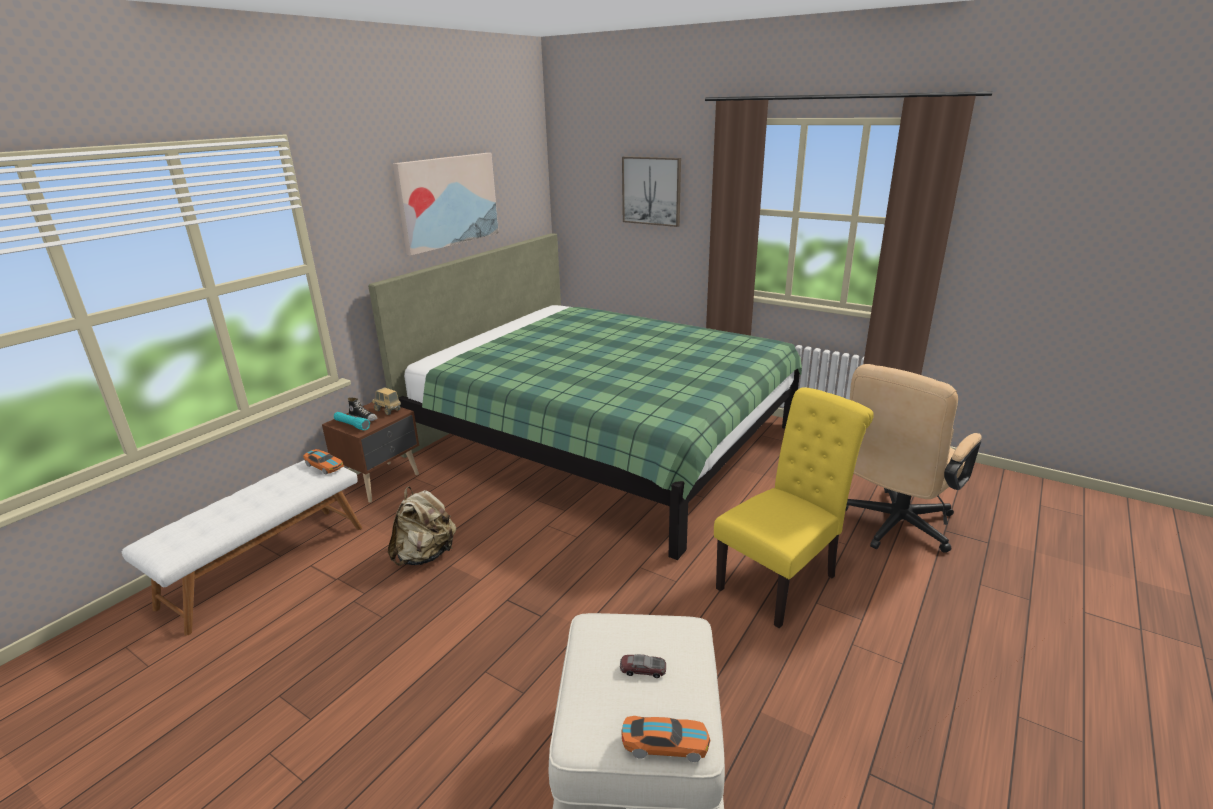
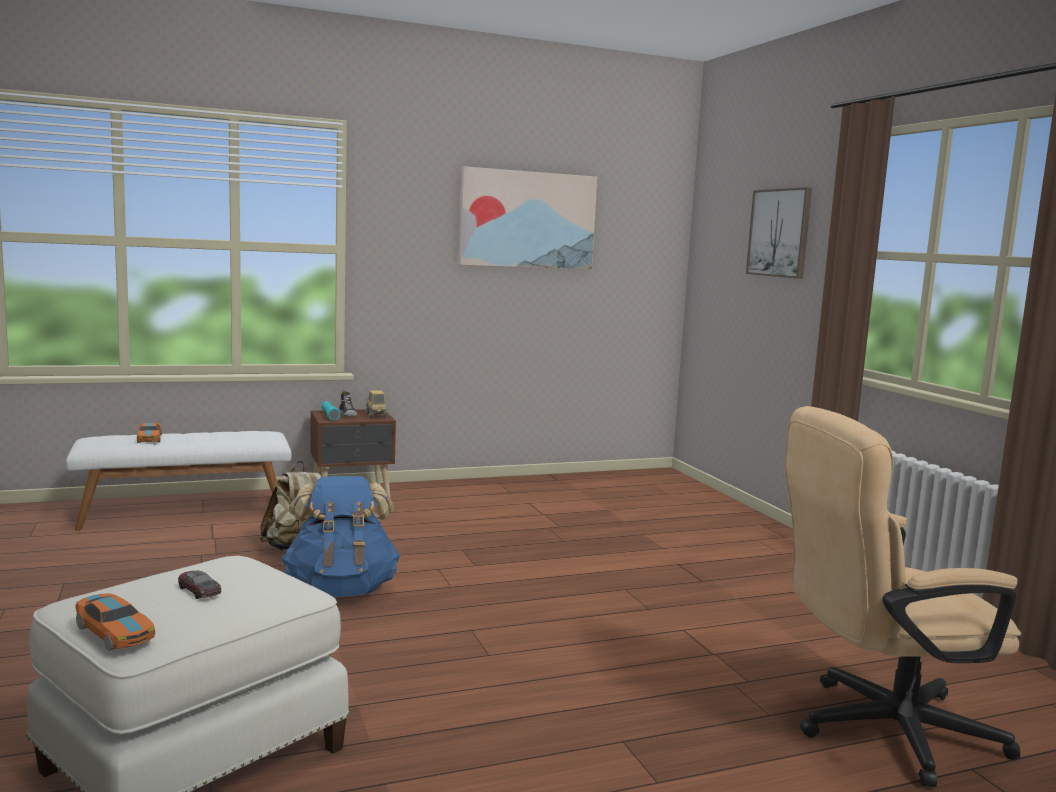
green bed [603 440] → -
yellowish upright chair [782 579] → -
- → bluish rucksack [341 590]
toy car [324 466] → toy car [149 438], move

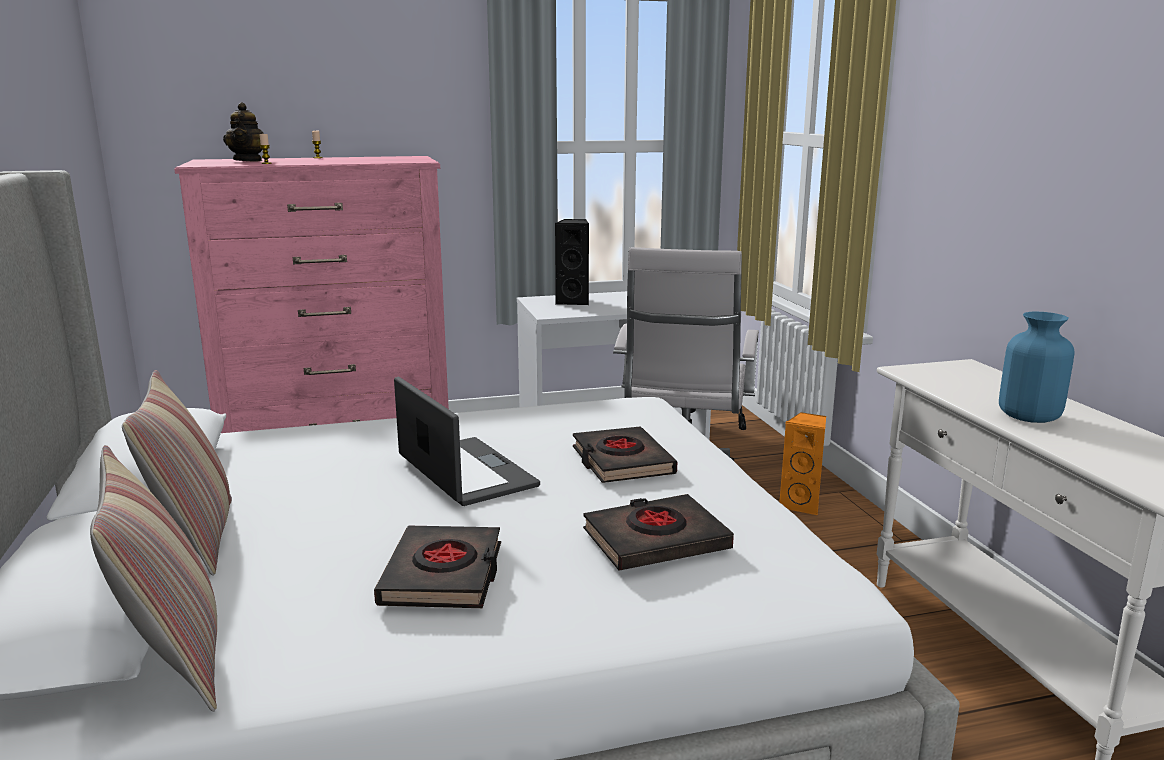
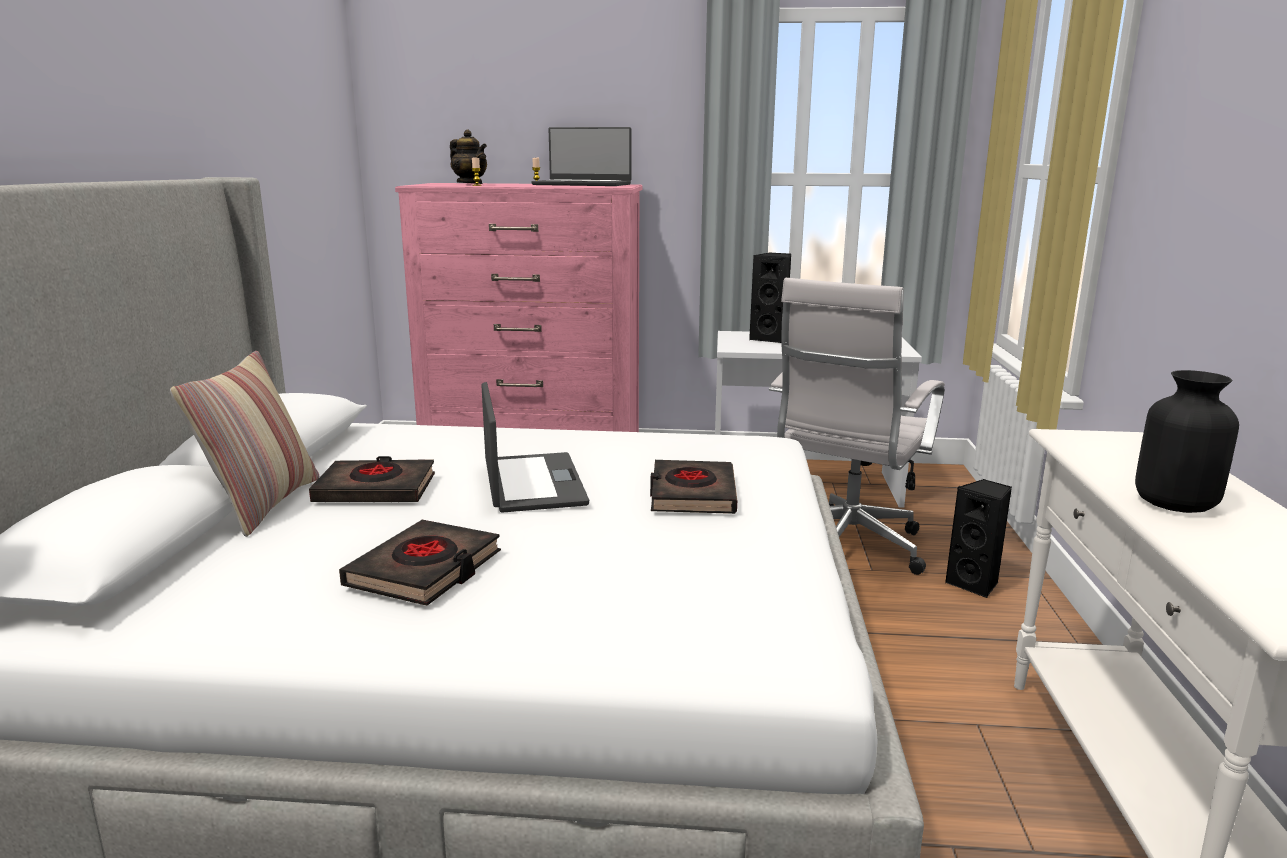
cushion [173 657] → -
- → laptop [582 184]
black book [655 541] → black book [376 489], move
orange speaker [802 505] → black speaker [975 584]
bluish vase [1029 416] → black vase [1174 503]
tea pot [248 160] → tea pot [470 184], 60 degrees counterclockwise

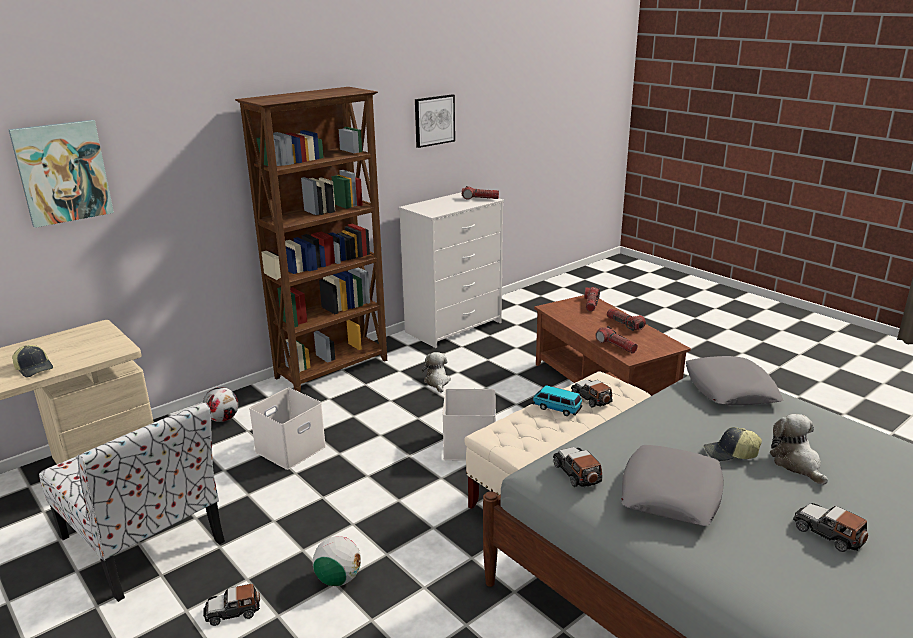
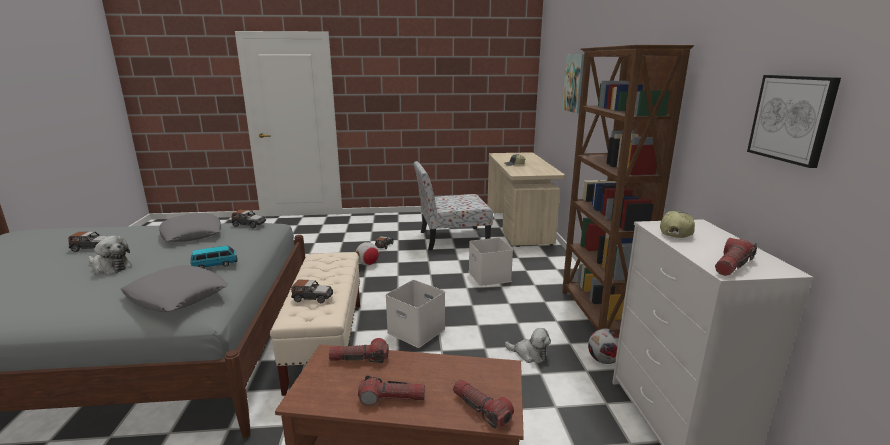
ball for football [223 419] → ball for football [604 360], move
toy car [556 408] → toy car [215 265], move
cap [730 454] → cap [675 232], move

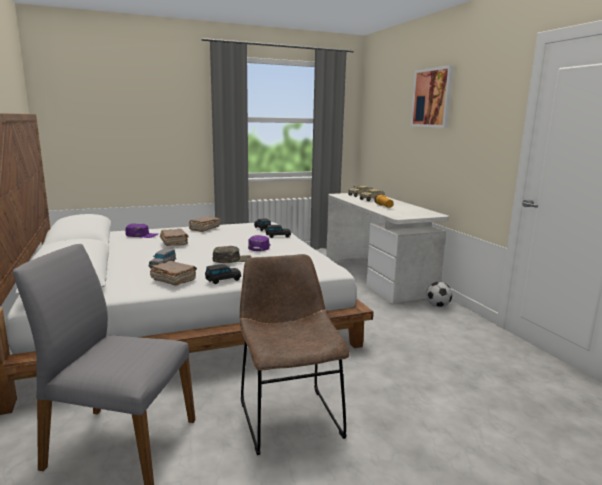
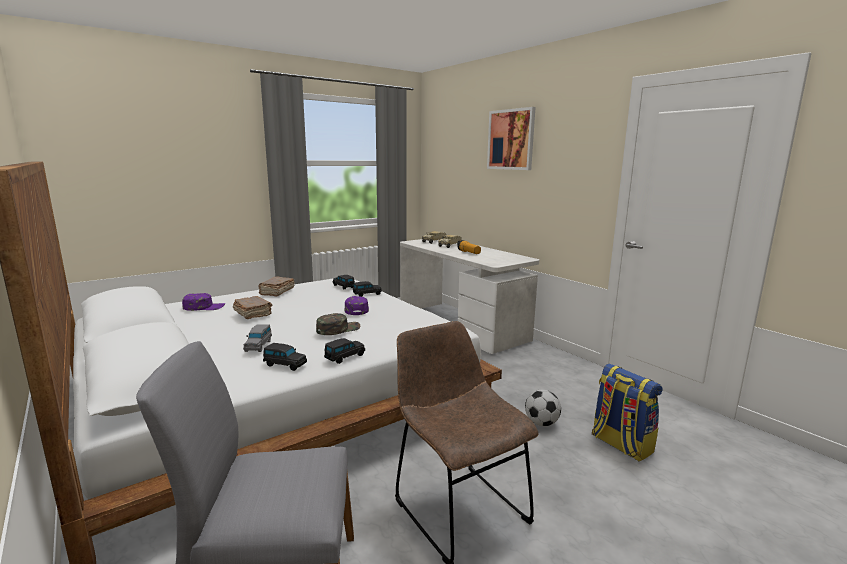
- → rucksack [620 444]
ball for football [438 306] → ball for football [542 423], move
brown-coloured book [173 280] → black toy car [284 364]

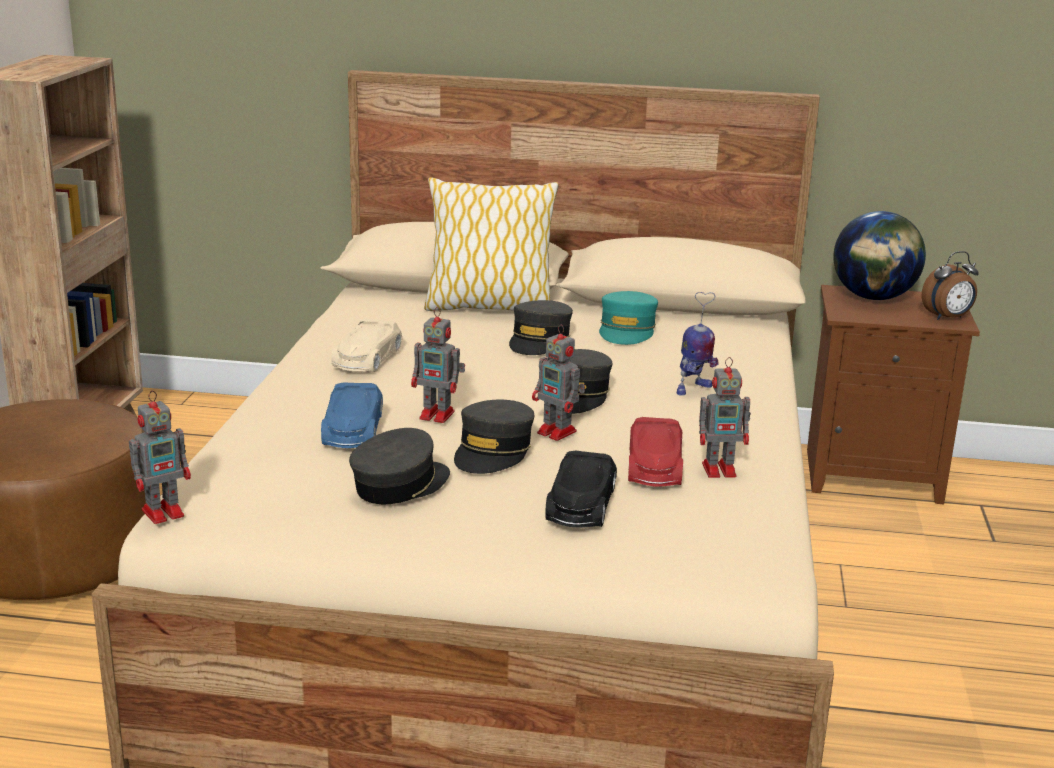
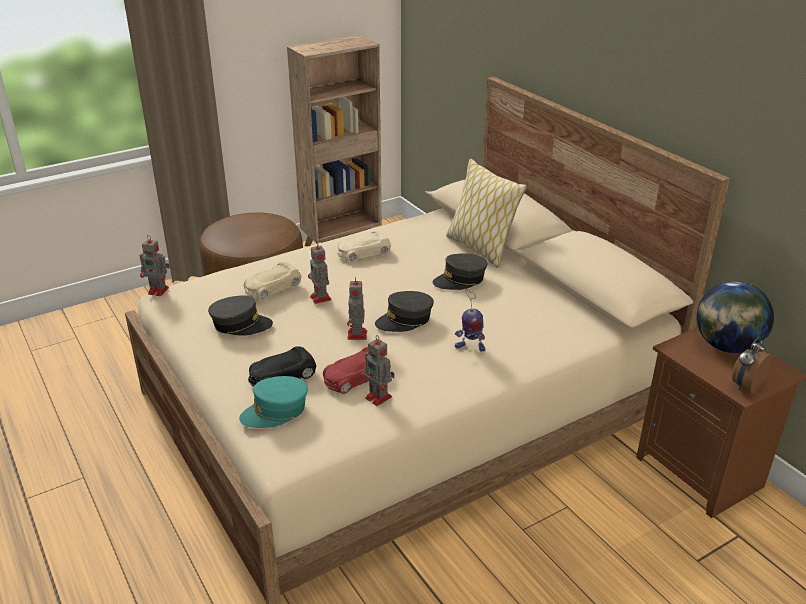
greyish cap [493 452] → -
blue-green cap [627 330] → blue-green cap [275 411], move
bluish toy car [352 430] → beige-coloured toy car [272 288]
bedside clock [947 318] → bedside clock [745 386], 105 degrees clockwise

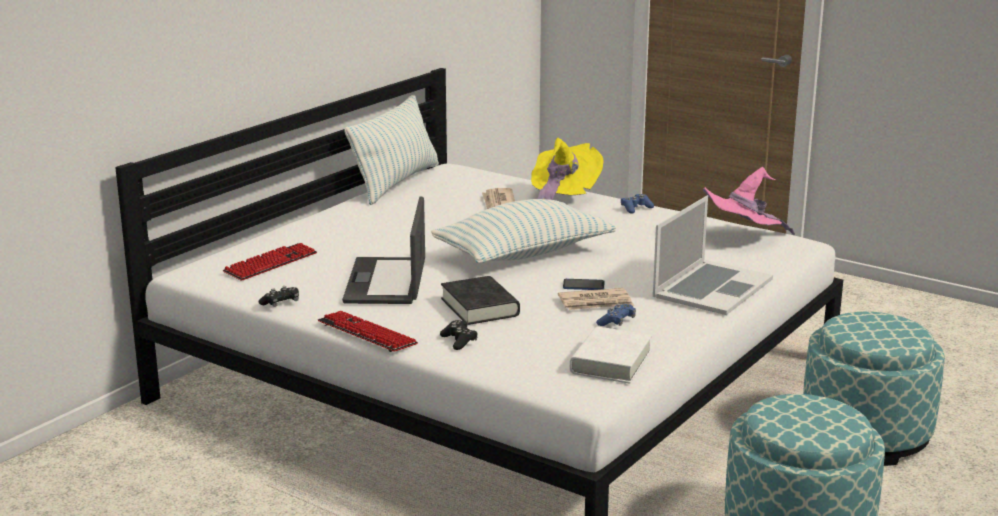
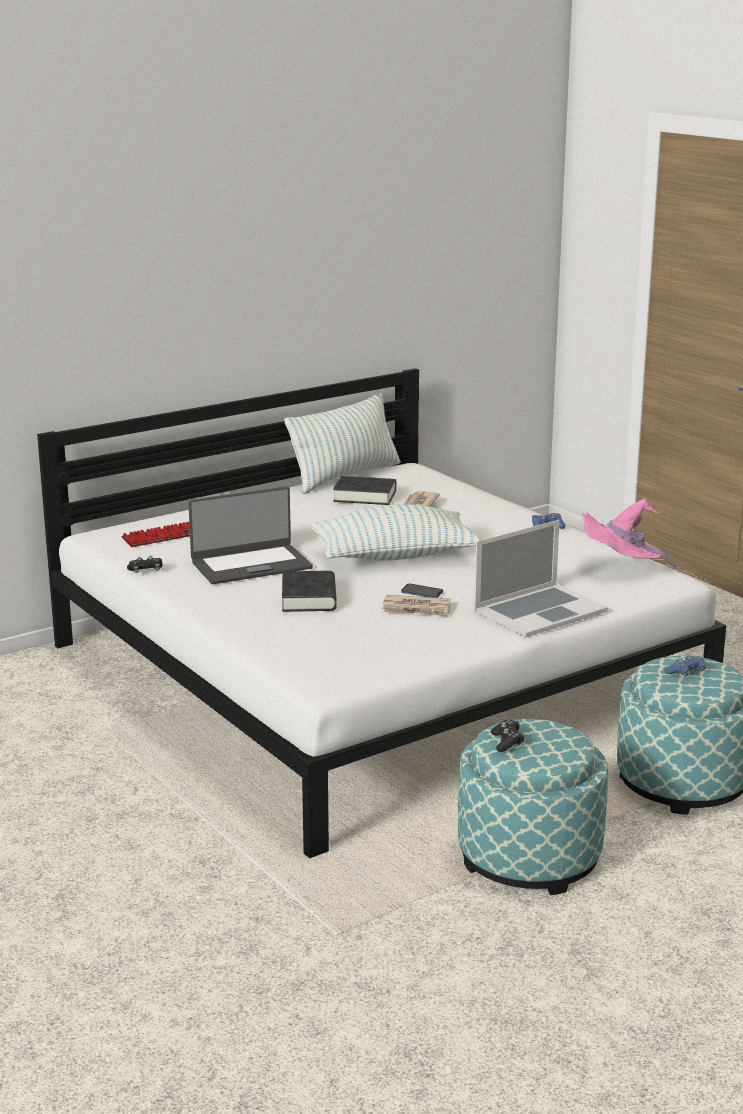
PC keyboard [367 334] → -
yellowish wearable hat [562 199] → -
whitish book [611 362] → -
- → black book [365 496]
black game controller [459 341] → black game controller [507 742], move
bluish game controller [616 322] → bluish game controller [686 672], move
laptop [387 282] → laptop [251 565], 135 degrees counterclockwise

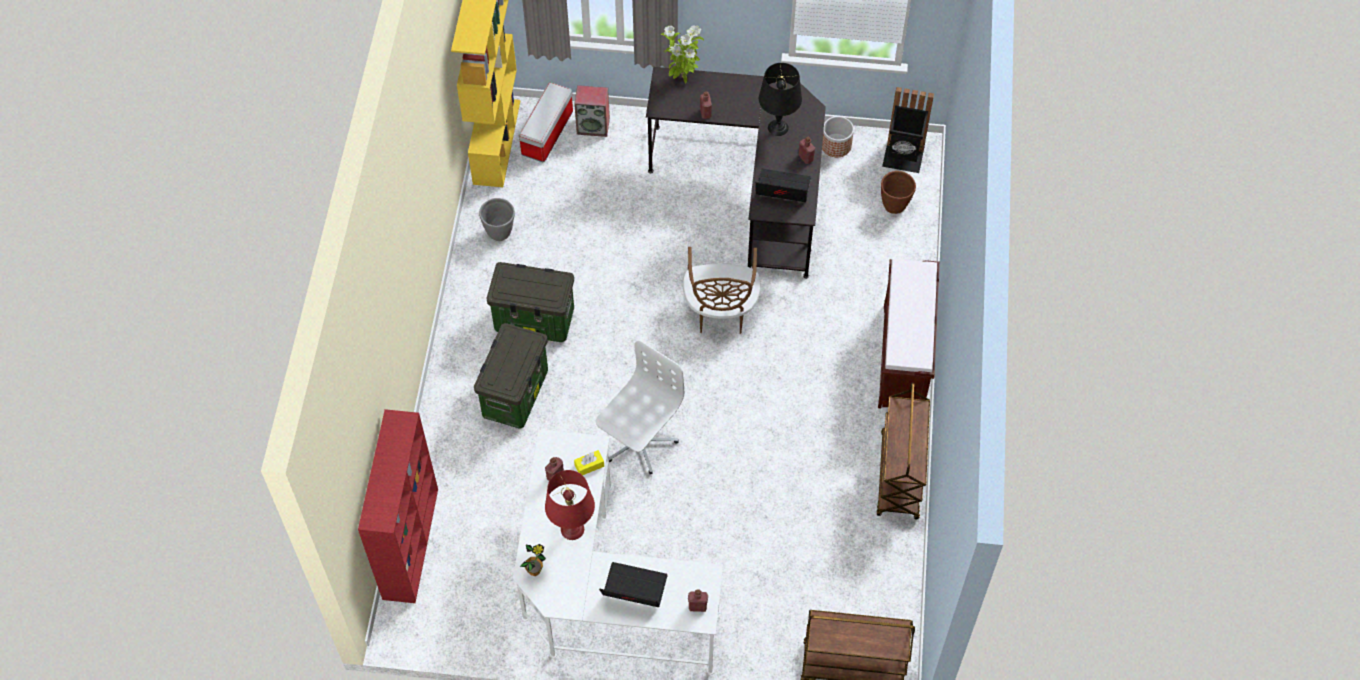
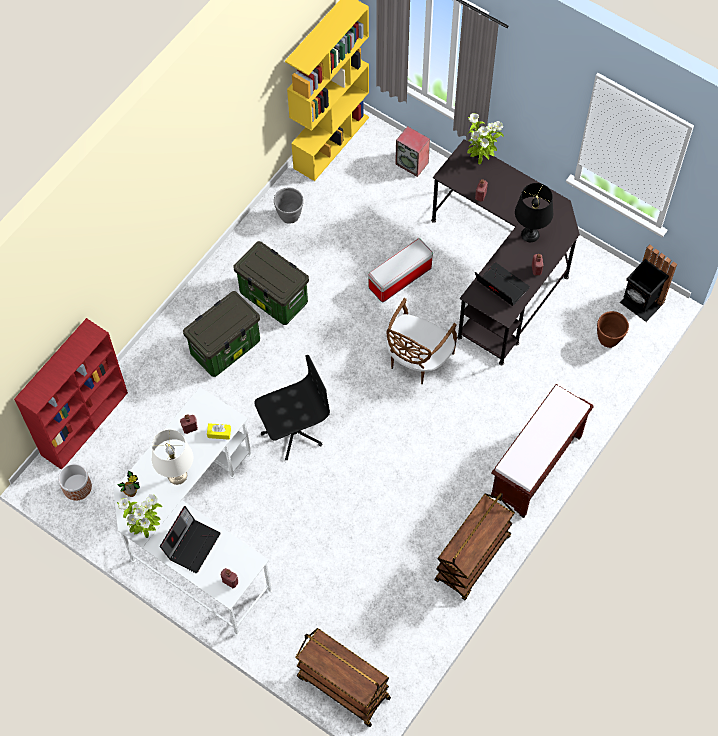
- → plant in a pot [146 530]
storage box [547 134] → storage box [399 279], move
plant pot [836 146] → plant pot [77 487], move
red-coloured table lamp [572 529] → whitish table lamp [177 475]
whitish desk chair [639 442] → black desk chair [293 430]
laptop [633 590] → laptop [192 544], 75 degrees clockwise

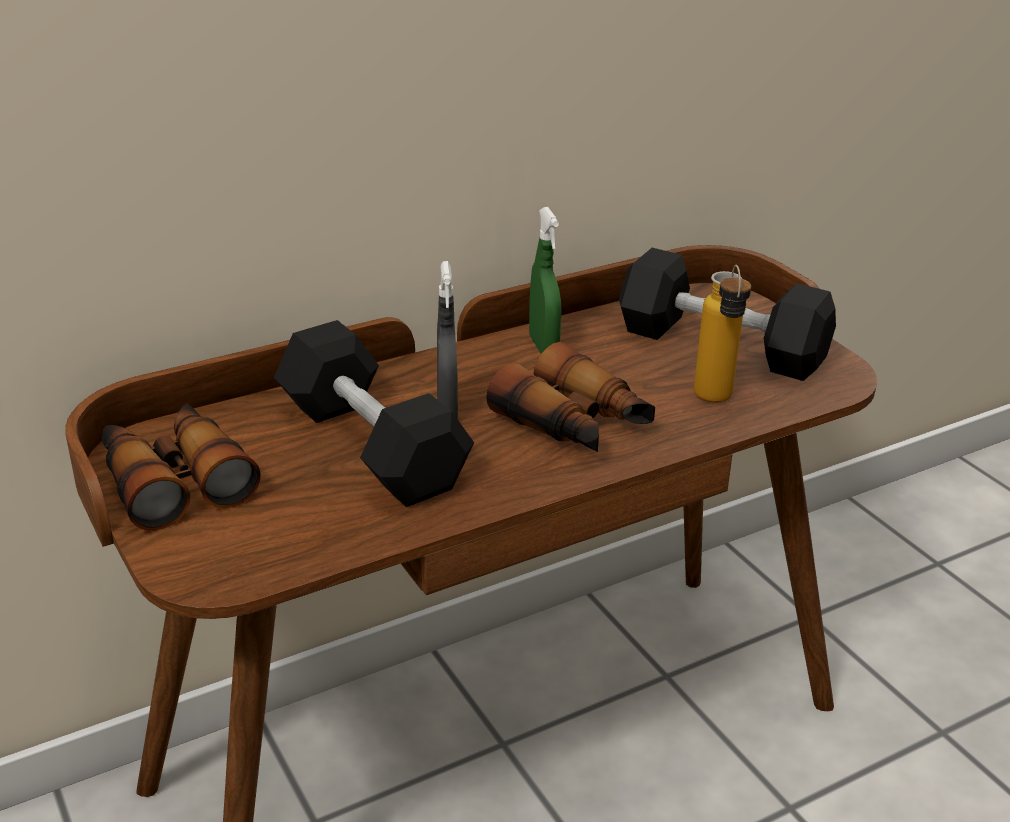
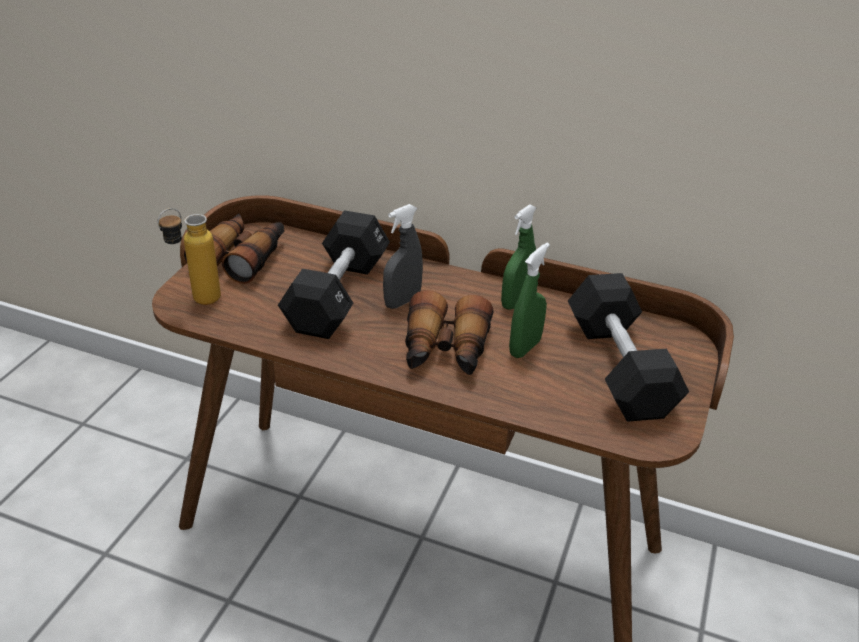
- → green spray bottle [525 348]
bottle [715 403] → bottle [196 302], move

